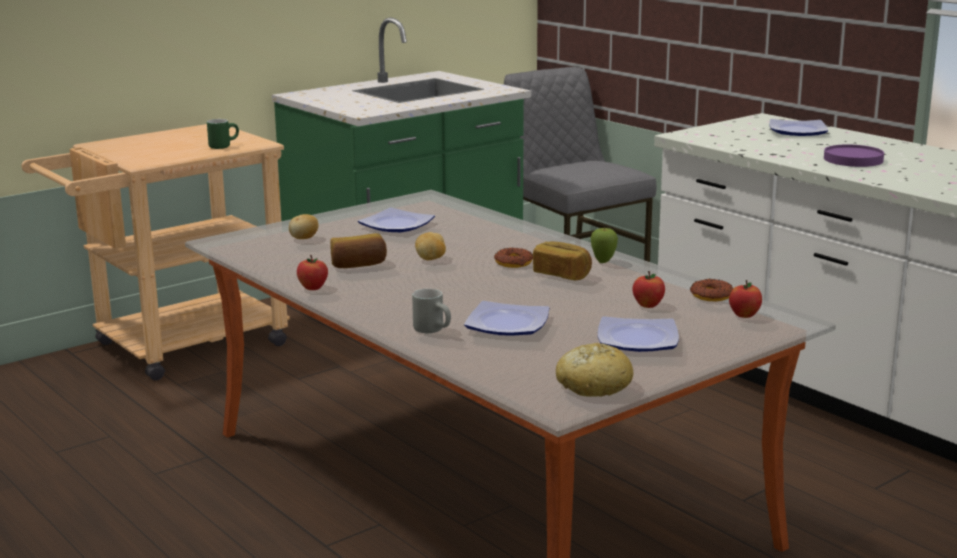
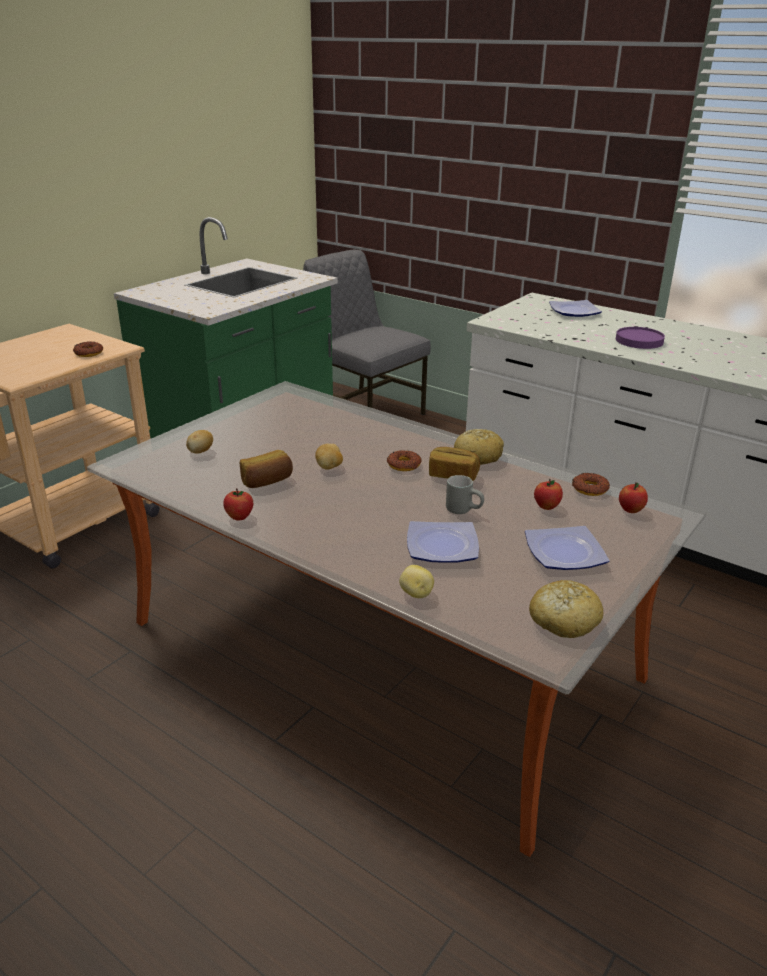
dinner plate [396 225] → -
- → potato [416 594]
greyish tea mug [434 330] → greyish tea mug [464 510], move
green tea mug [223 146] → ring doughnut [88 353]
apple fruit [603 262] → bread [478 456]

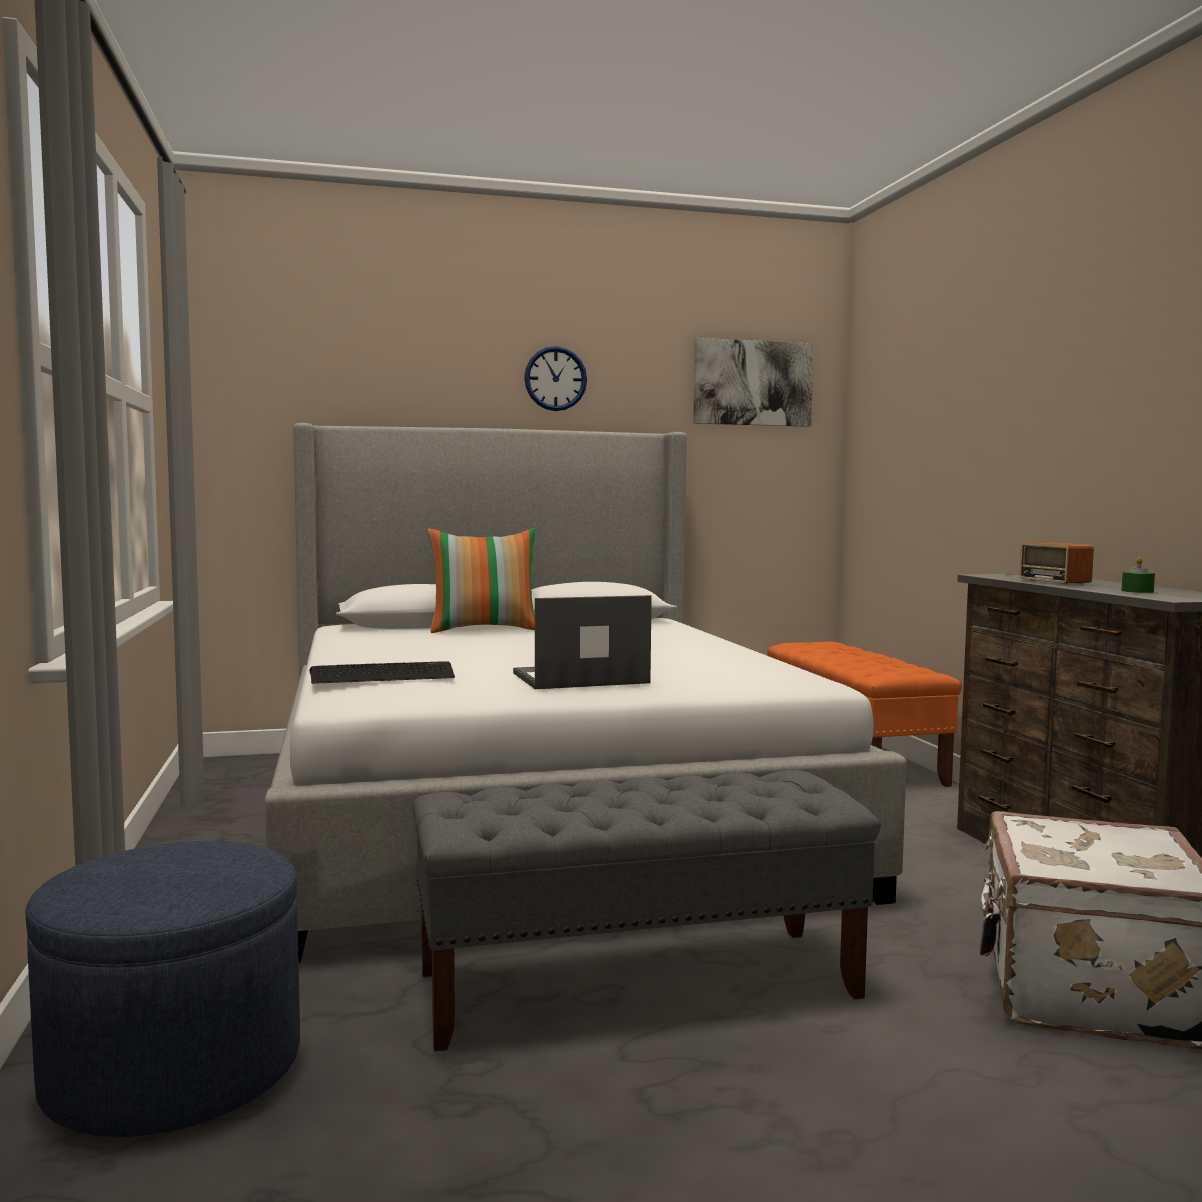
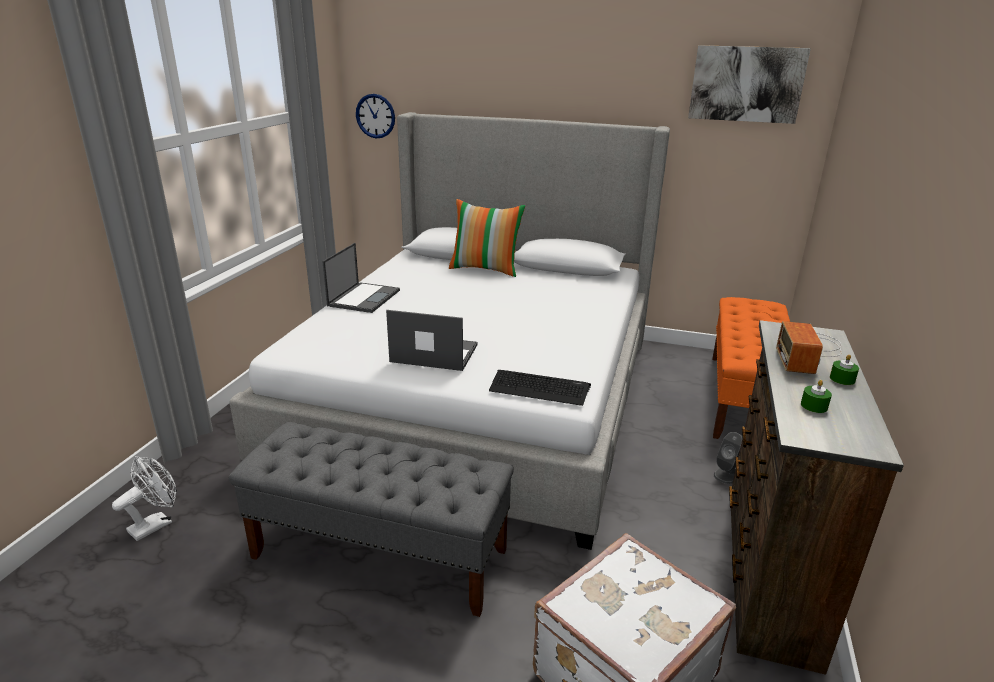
- → laptop [364 297]
- → greyish speaker [728 474]
- → green candle [842 379]
PC keyboard [383 676] → PC keyboard [539 388], move
wall clock [555 378] → wall clock [375 116], move
bluish pouffe [173 1069] → whitish electric fan [156 524]

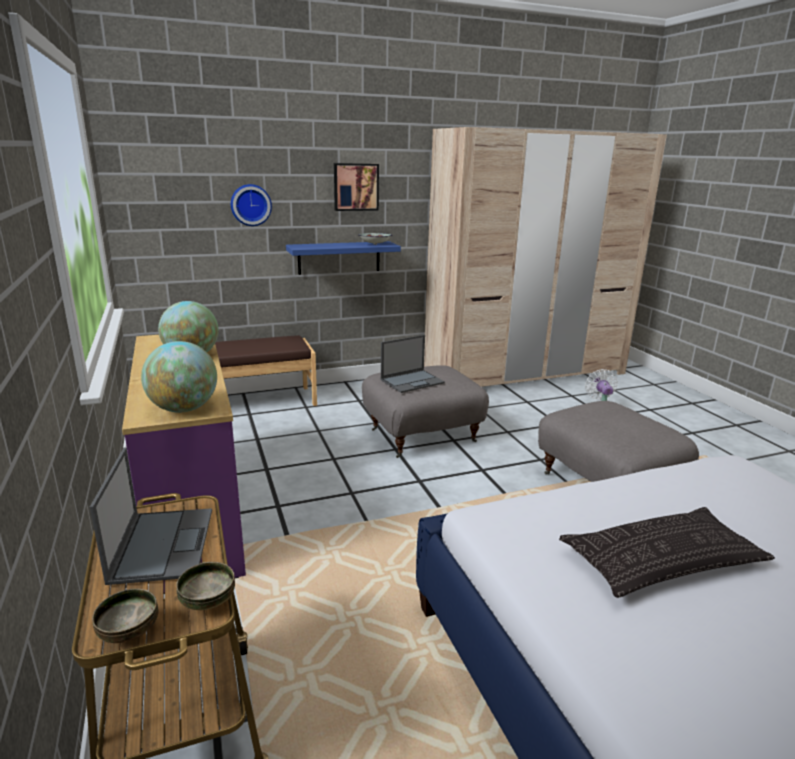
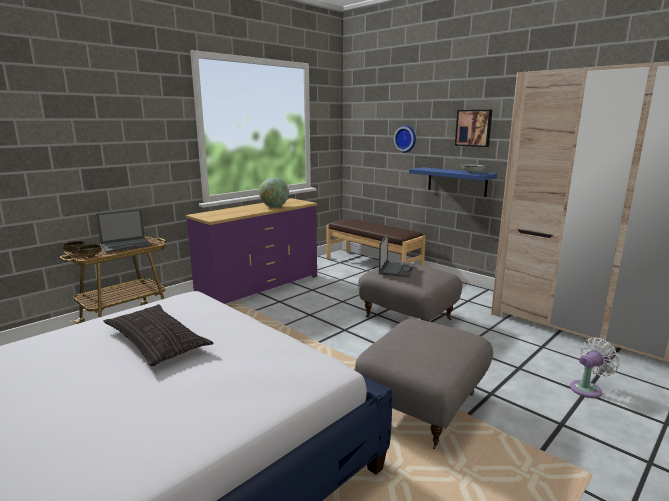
desk globe [183 409] → -
laptop [412 381] → laptop [397 269], 105 degrees counterclockwise

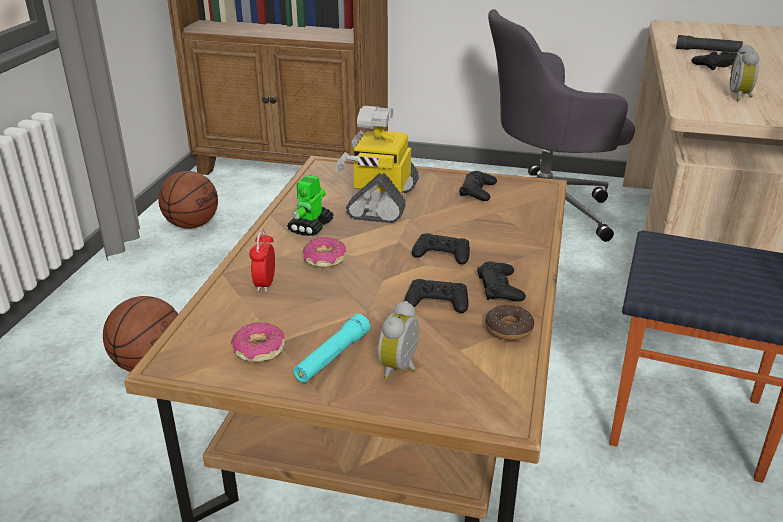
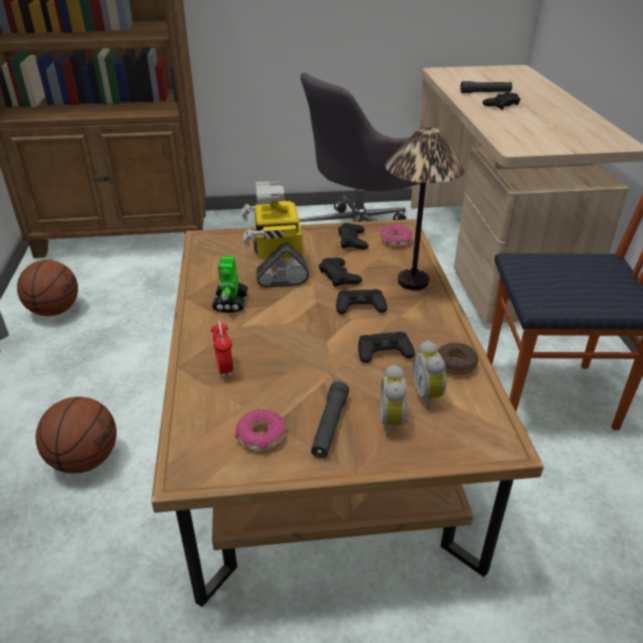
- → table lamp [414 282]
ring doughnut [324 259] → ring doughnut [395 241], move
black game controller [500 288] → black game controller [339 276], move
bedside clock [740 97] → bedside clock [429 395], move
blue-green flashlight [332 356] → black flashlight [330 426]

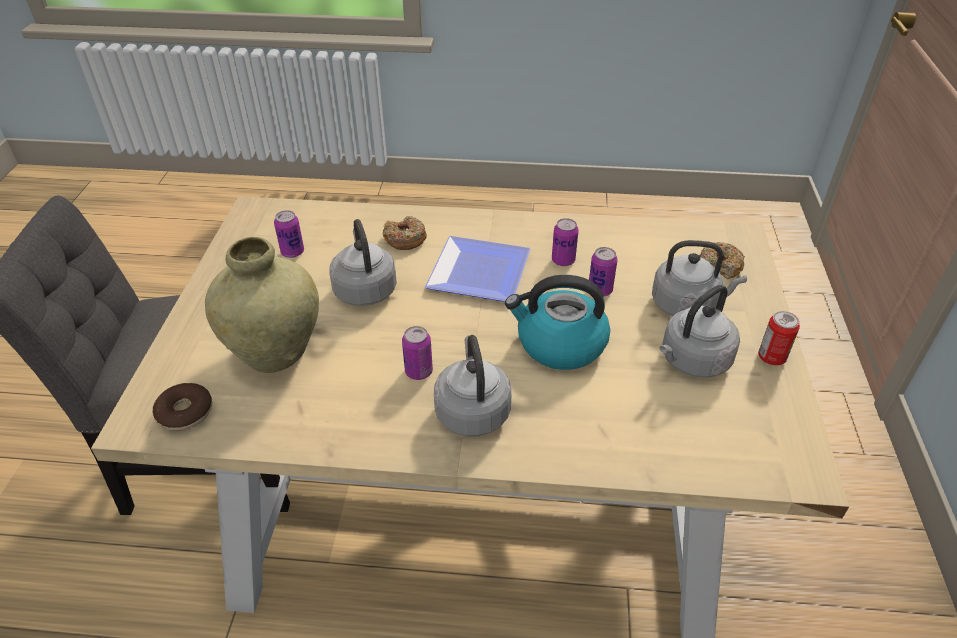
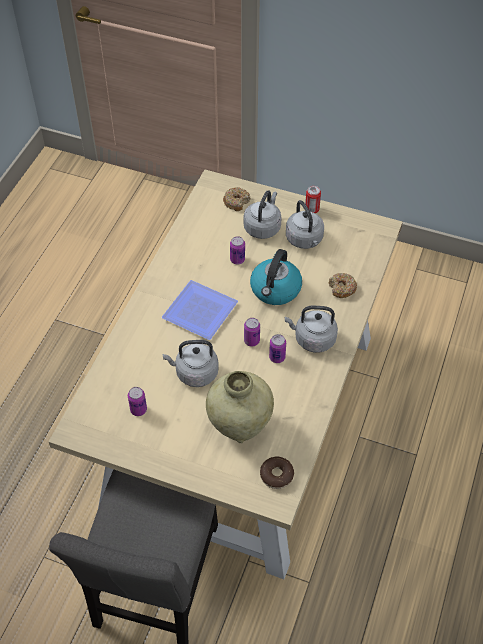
ring doughnut [405 239] → ring doughnut [342 288], move
metal can [563 260] → metal can [251 341], move

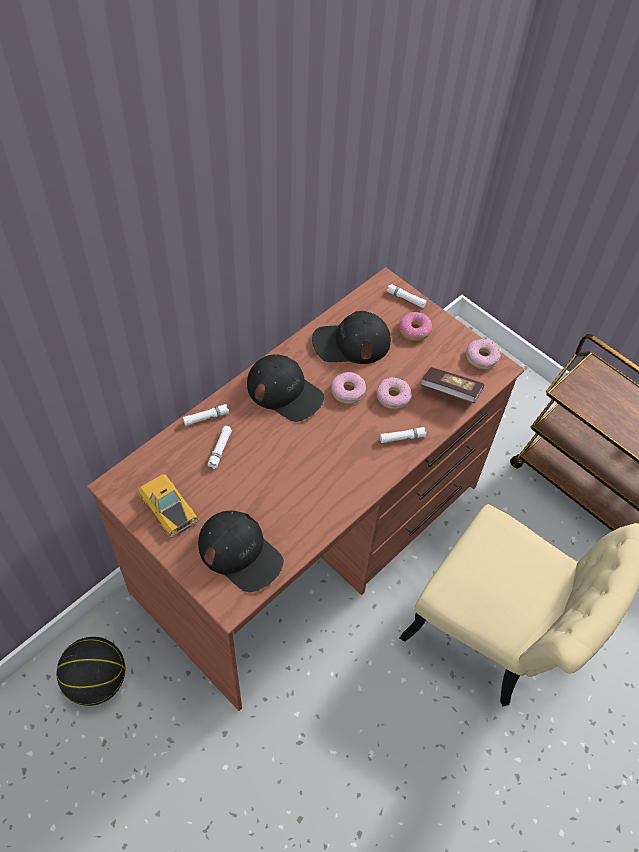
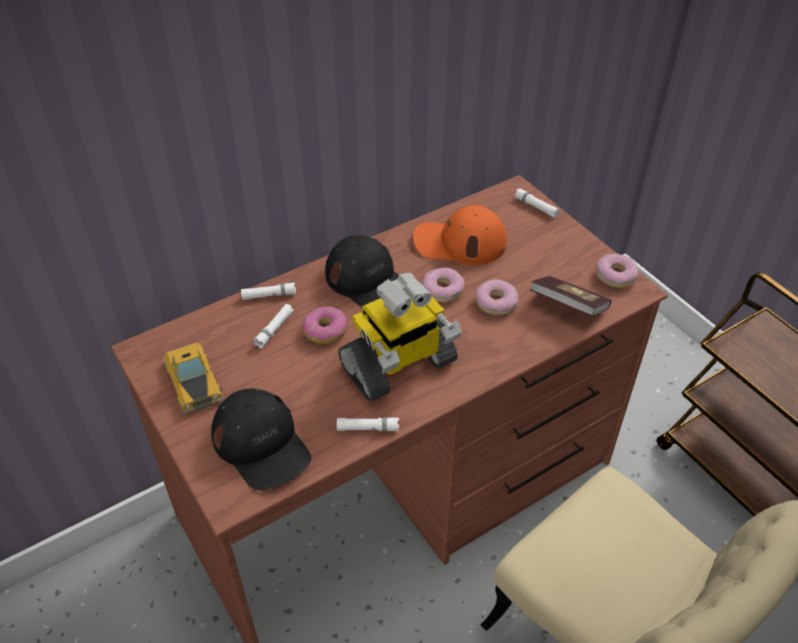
basketball ball [97 681] → -
- → robot figure [398 365]
whitish flashlight [402 437] → whitish flashlight [368 428], move
ring doughnut [414 330] → ring doughnut [325 330], move
black cap [351 343] → orange cap [459 242]

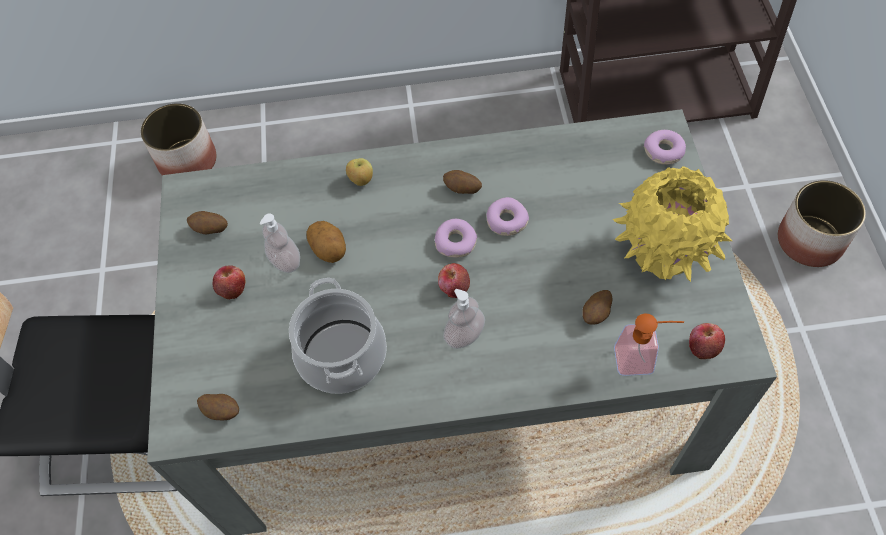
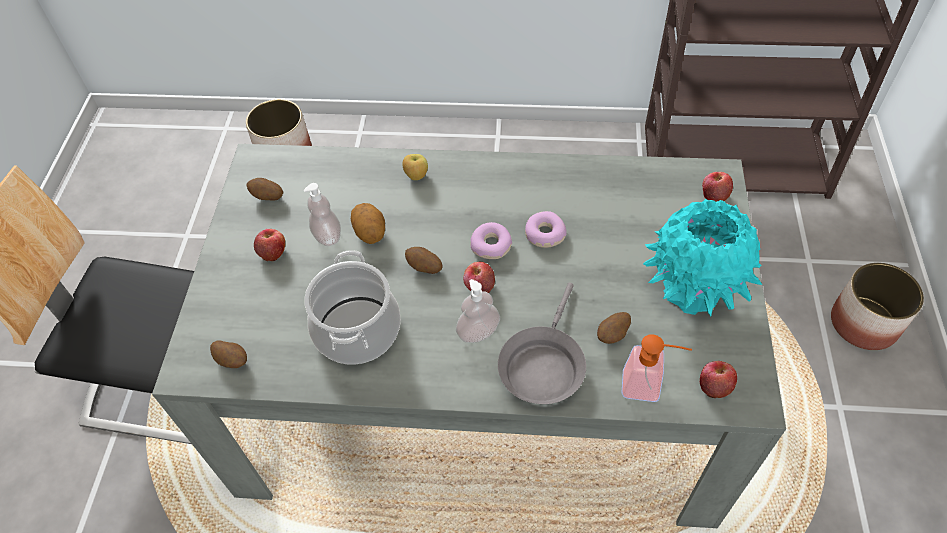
- → greyish skillet [542 365]
potato [462 189] → potato [424 268], move
ring doughnut [663 152] → apple fruit [714 195]
yellowish vase [663 254] → blue-green vase [693 290]

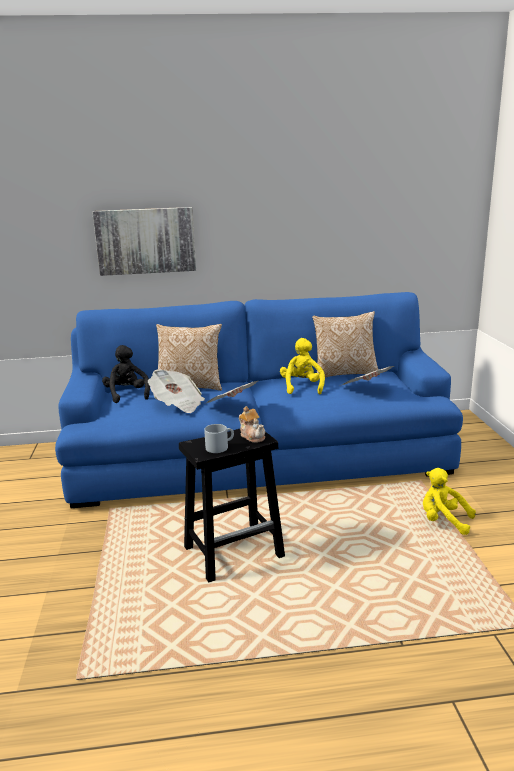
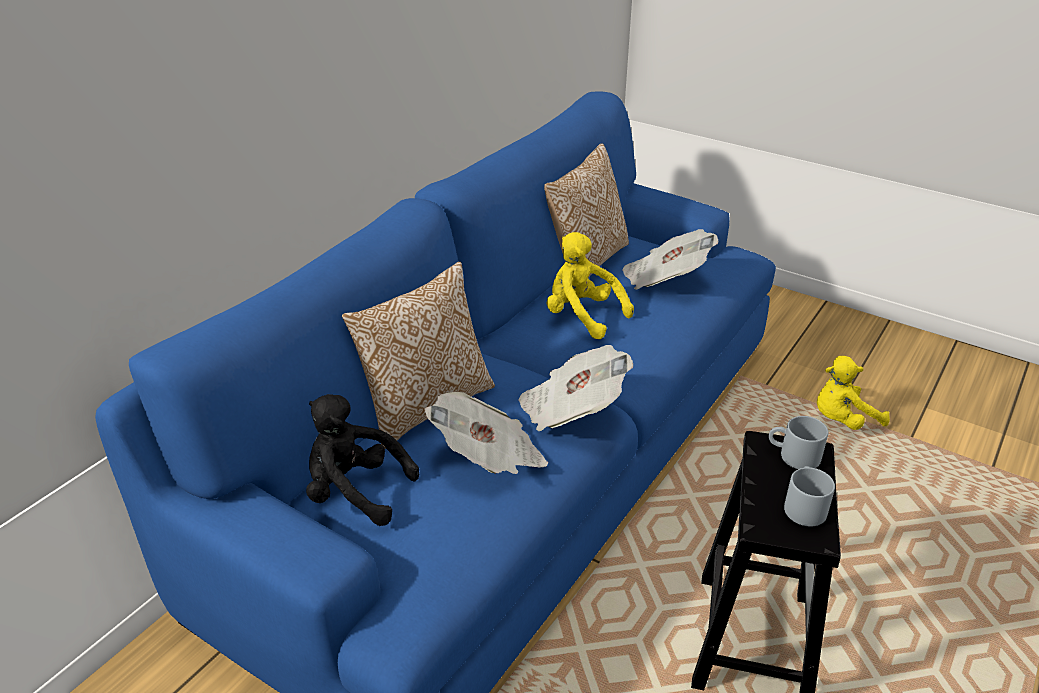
picture [146 241] → -
tea pot [252 436] → greyish tea mug [793 456]

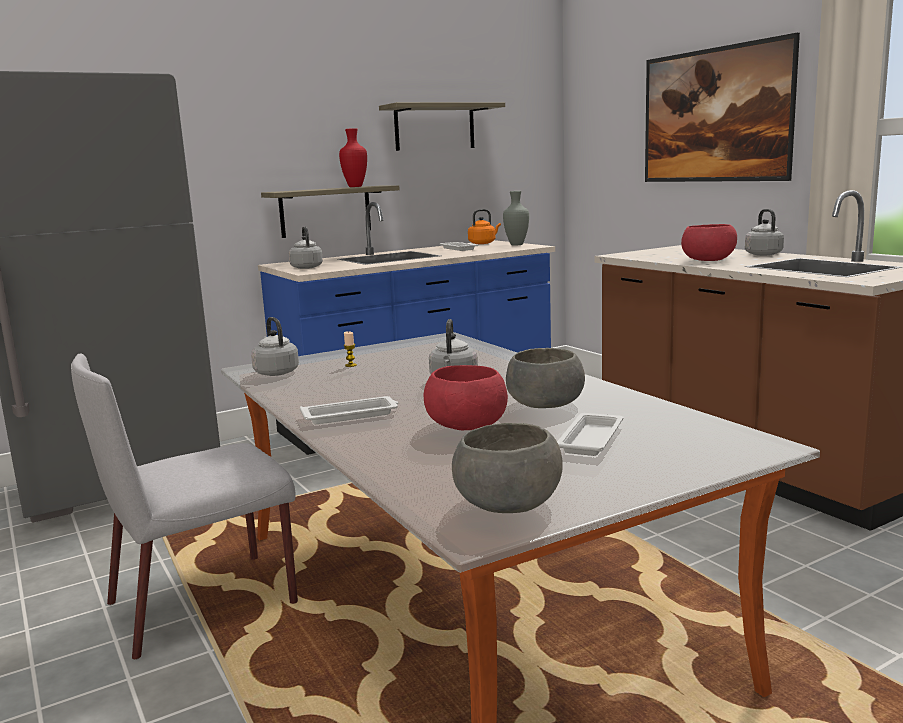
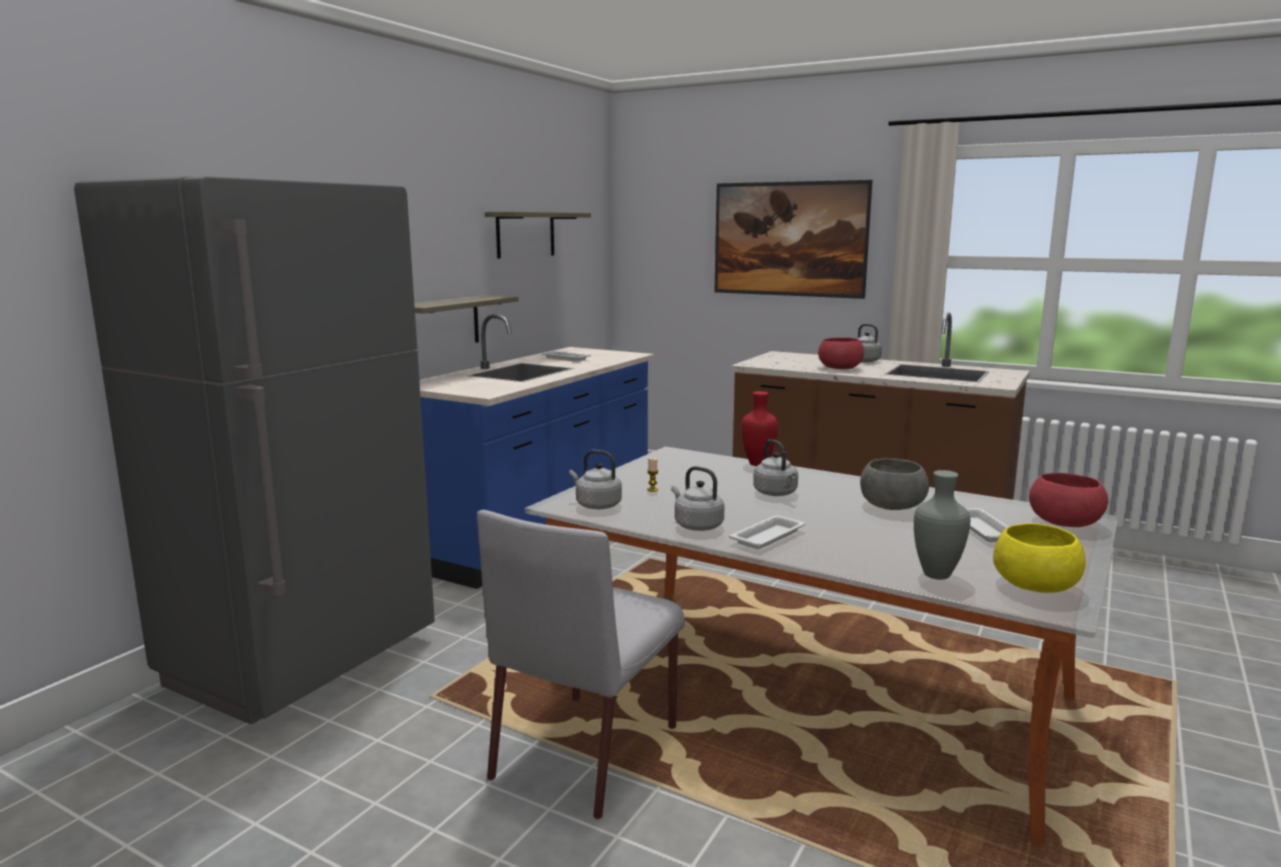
orange kettle [483 243] → -
greyish kettle [306 267] → greyish kettle [696 525], move
red-coloured vase [354 187] → red-coloured vase [757 464], move
red-coloured serving bowl [467 425] → red-coloured serving bowl [1065 522], move
greyish vase [517 245] → greyish vase [938 575], move
greyish serving bowl [507 503] → yellowish serving bowl [1034 585]

